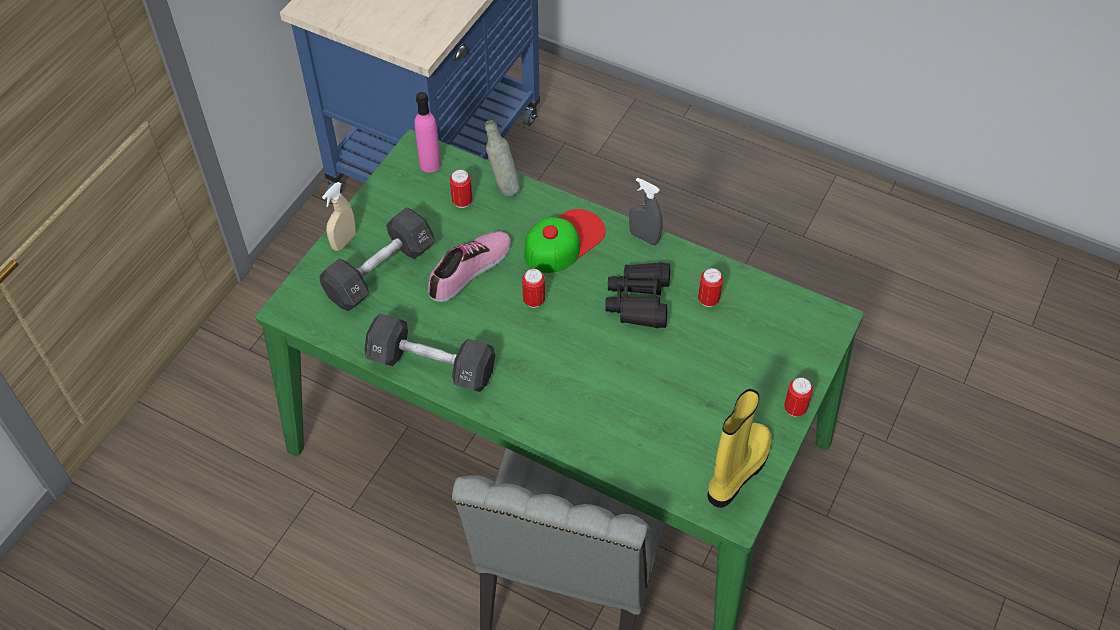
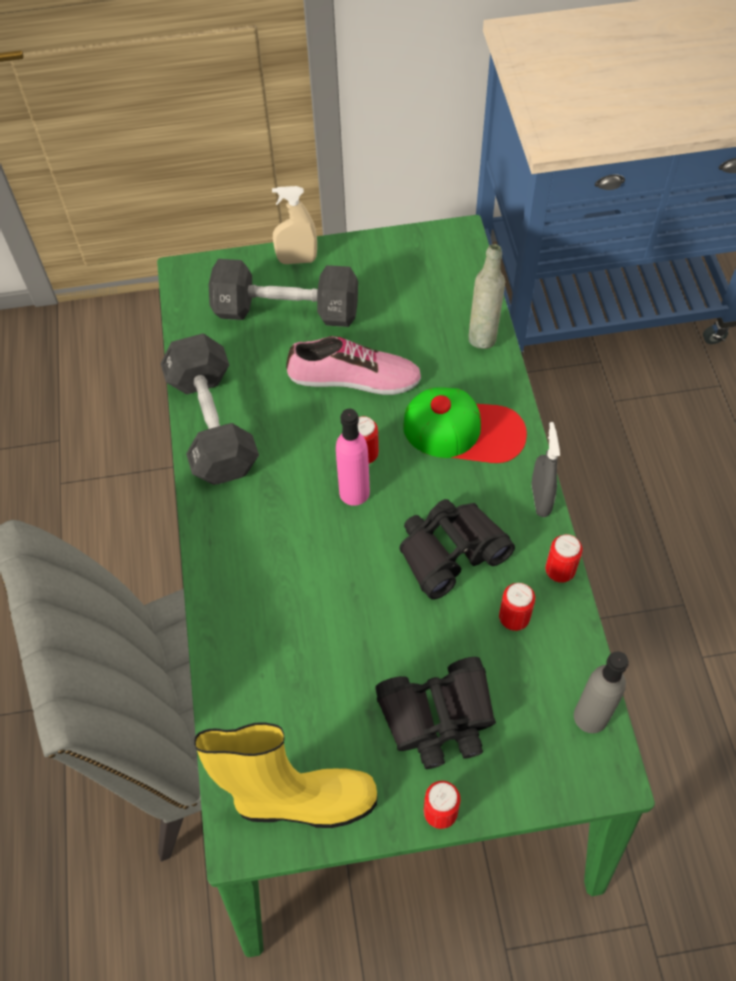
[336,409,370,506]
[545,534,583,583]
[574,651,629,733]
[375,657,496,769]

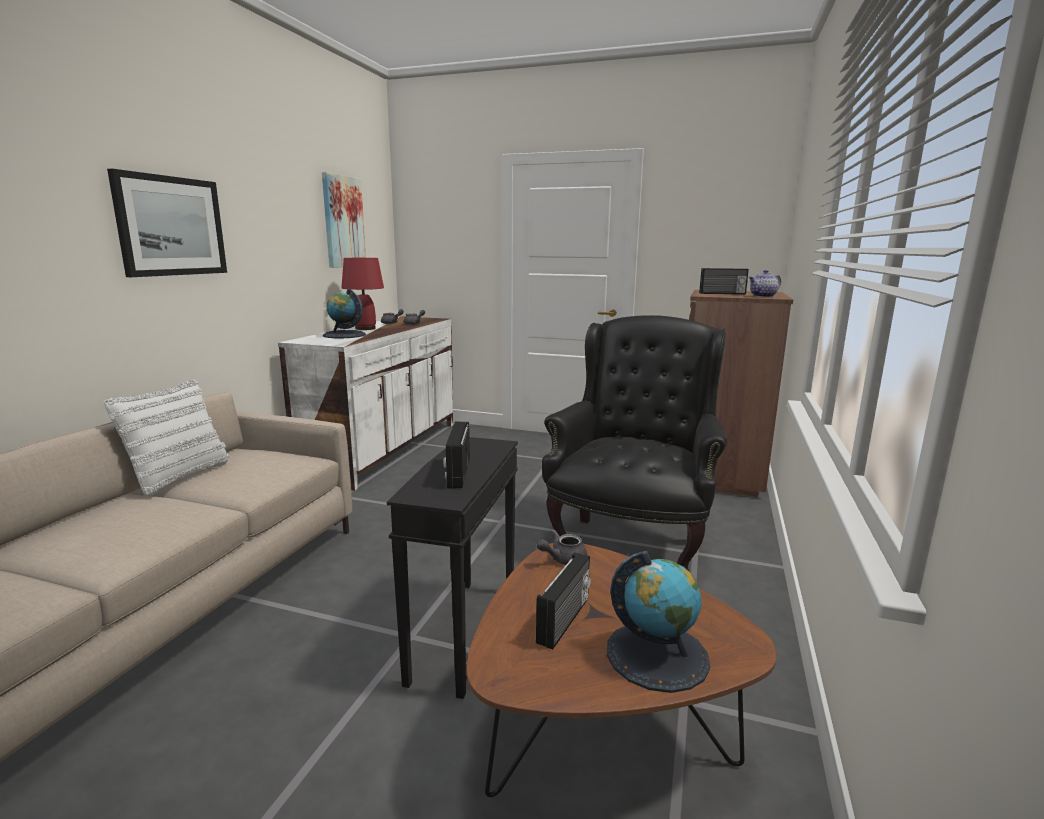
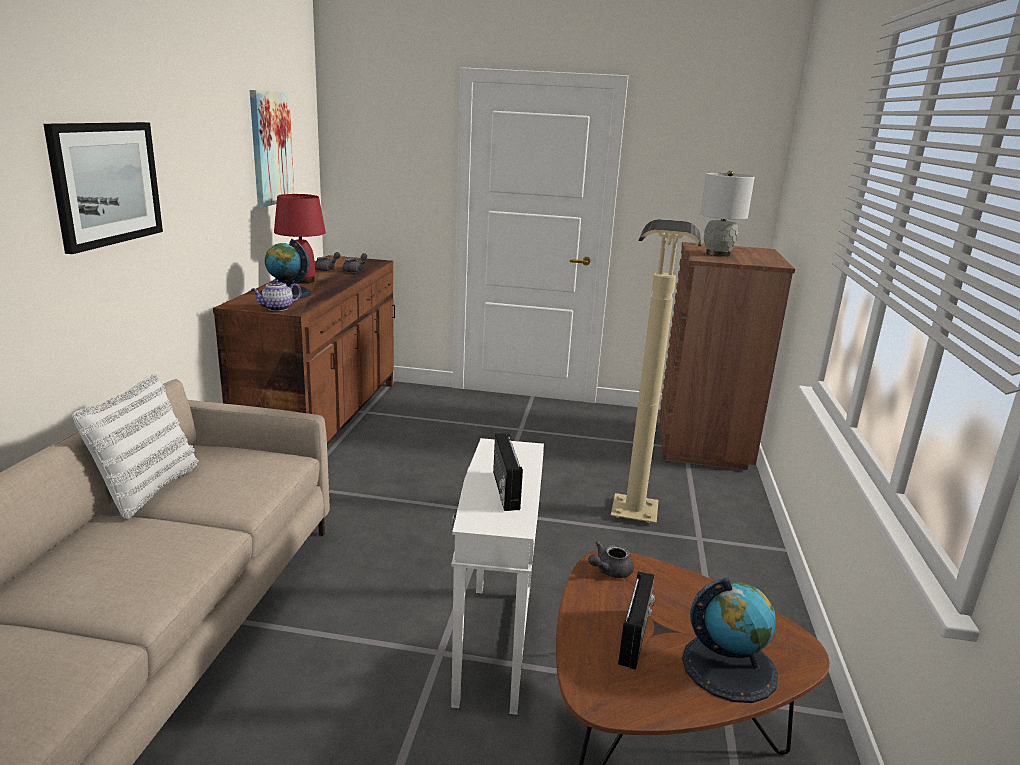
[700,171,755,257]
[251,279,301,311]
[611,219,701,523]
[213,255,395,445]
[451,438,544,715]

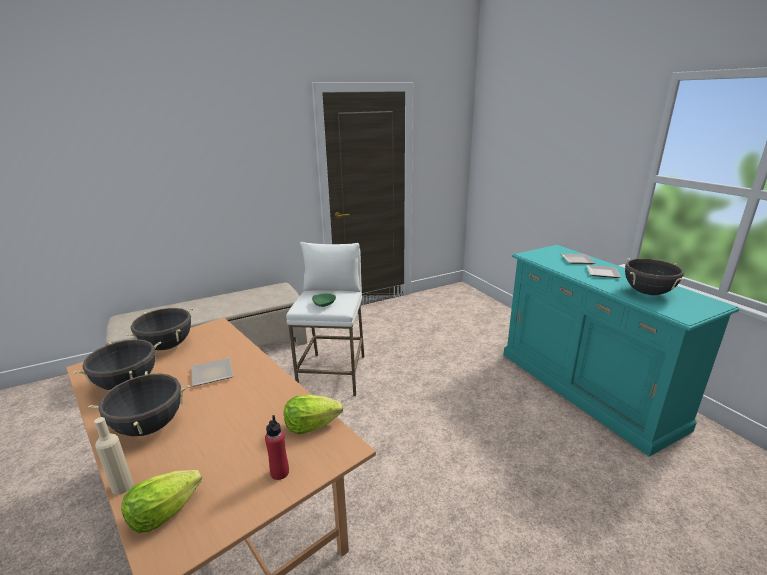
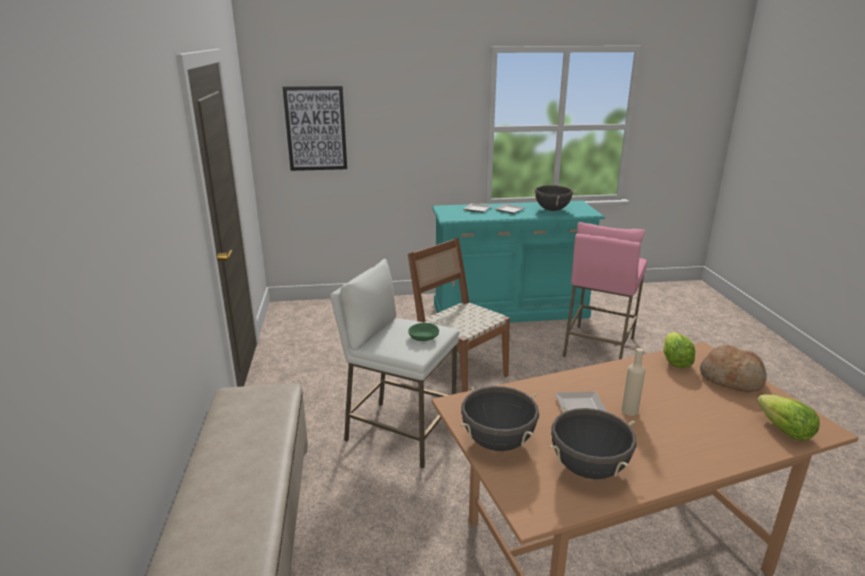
[89,371,190,436] (first image)
[700,345,767,392]
[622,348,645,416]
[283,86,347,171]
[563,222,647,360]
[408,237,510,392]

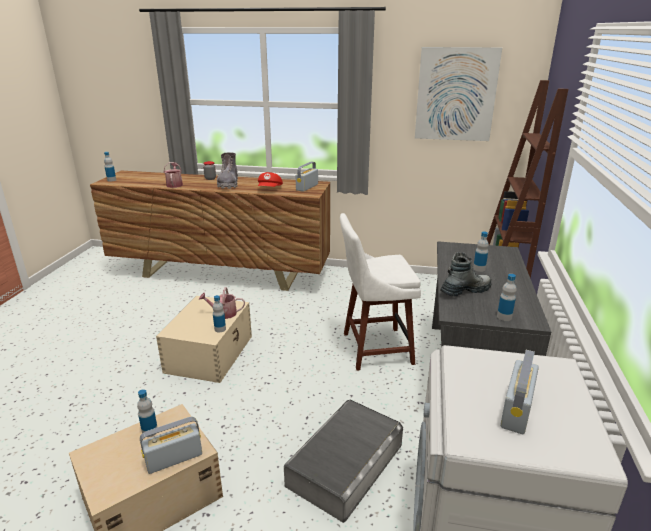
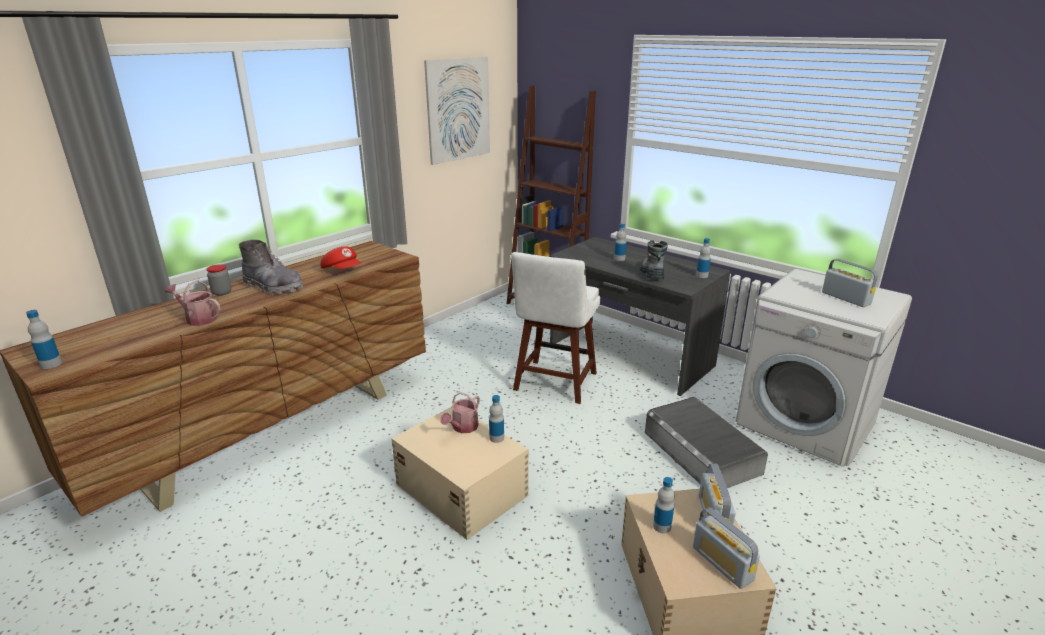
[693,507,760,589]

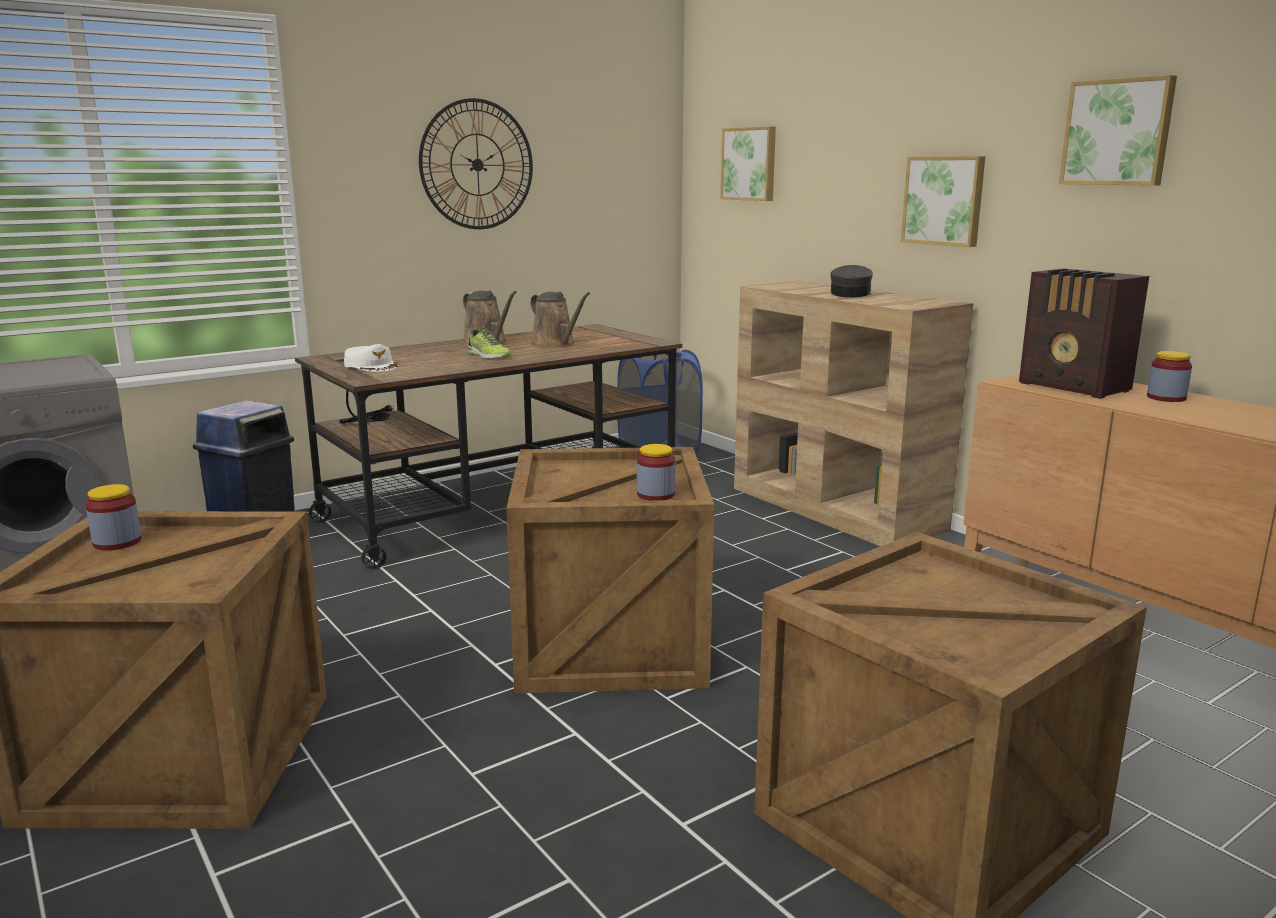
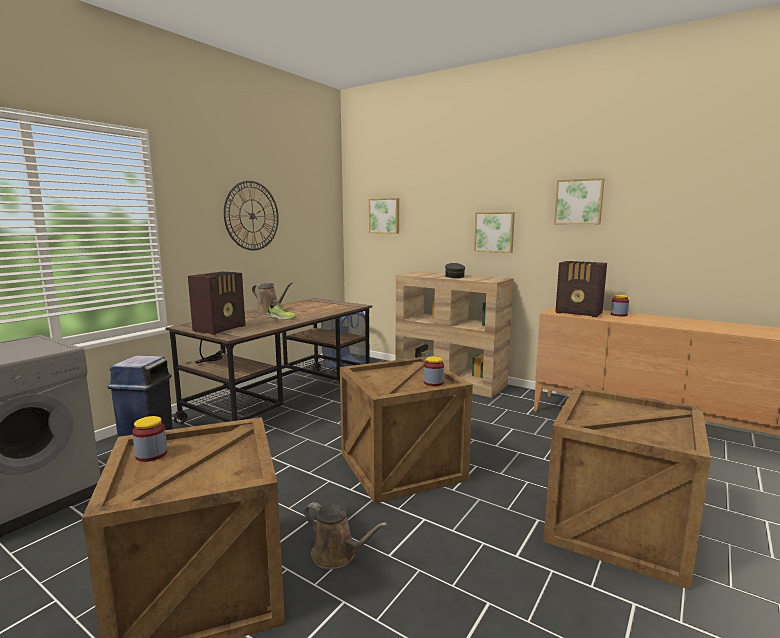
[304,502,388,569]
[188,272,245,335]

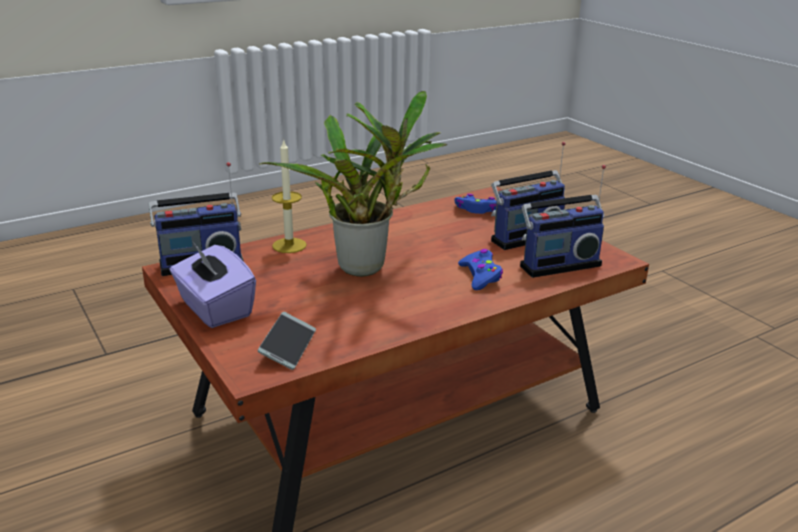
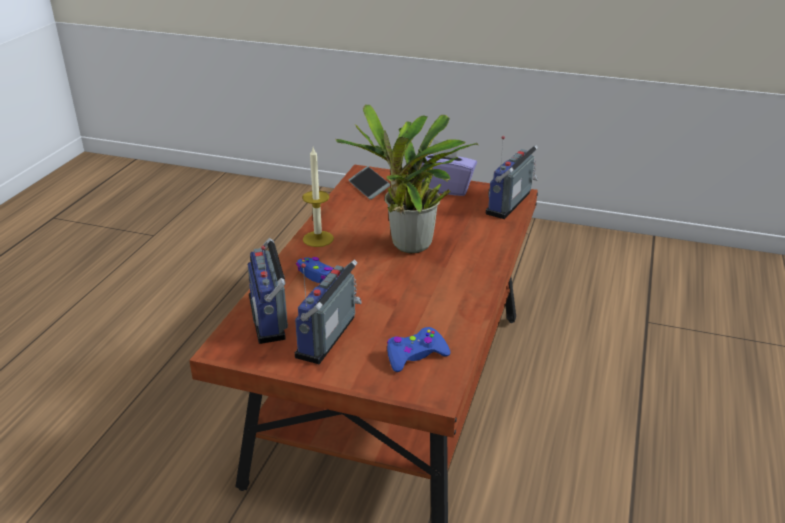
[302,148,334,247]
[248,238,288,344]

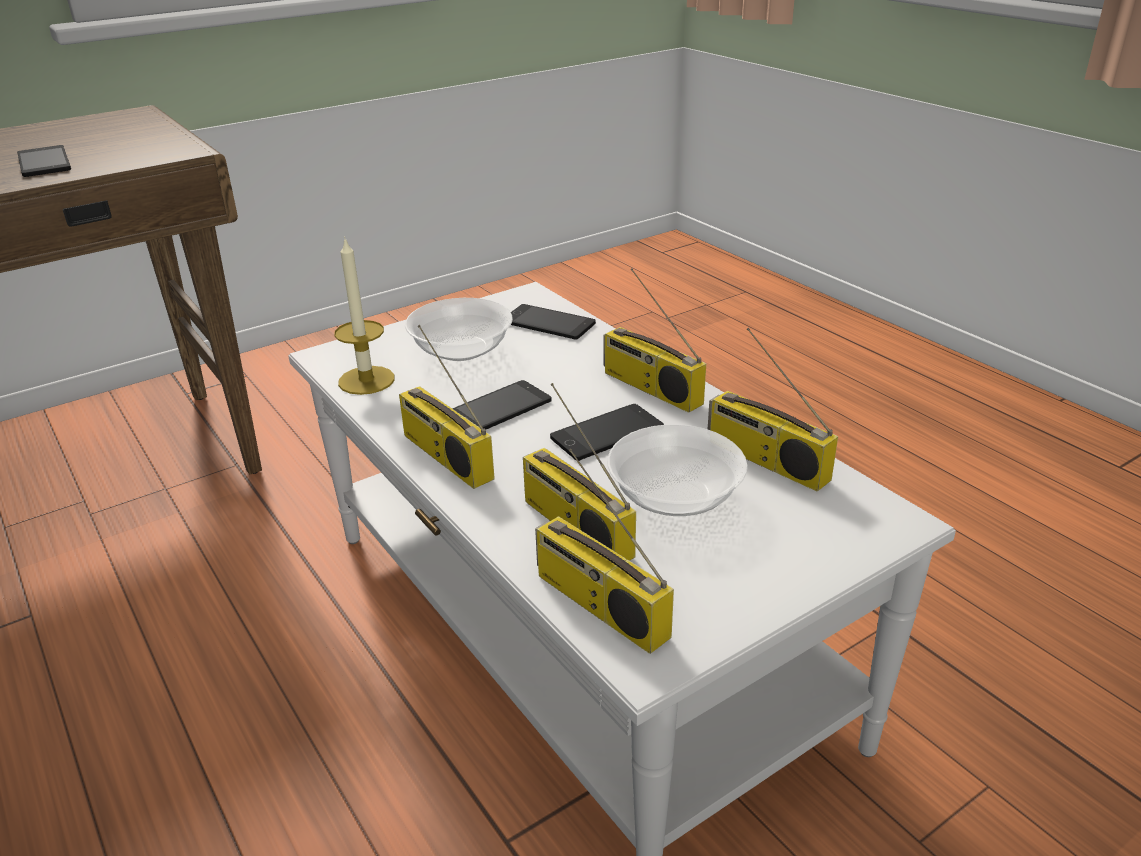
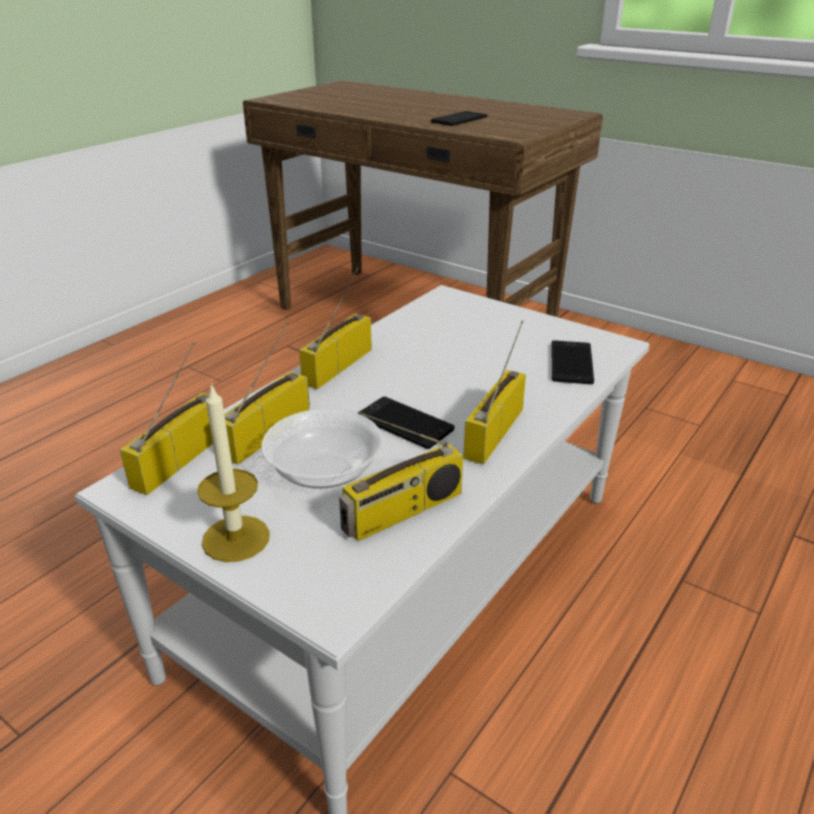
[197,383,270,562]
[405,298,513,361] (first image)
[339,412,463,541]
[452,380,552,429] (first image)

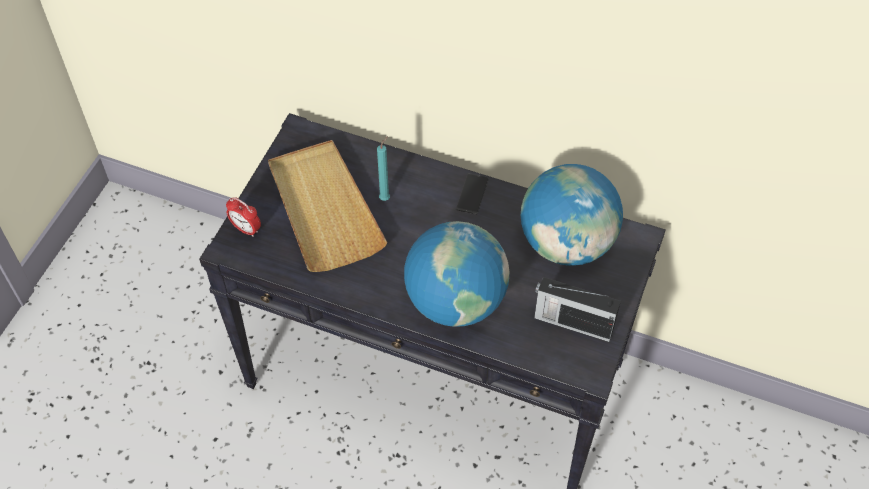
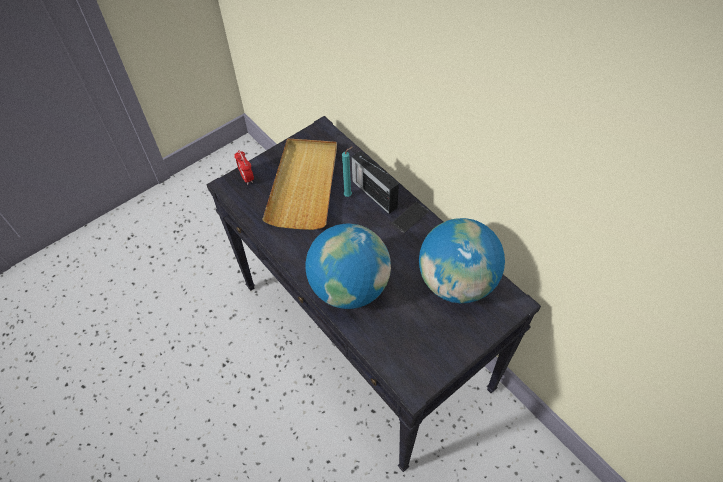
[351,151,399,214]

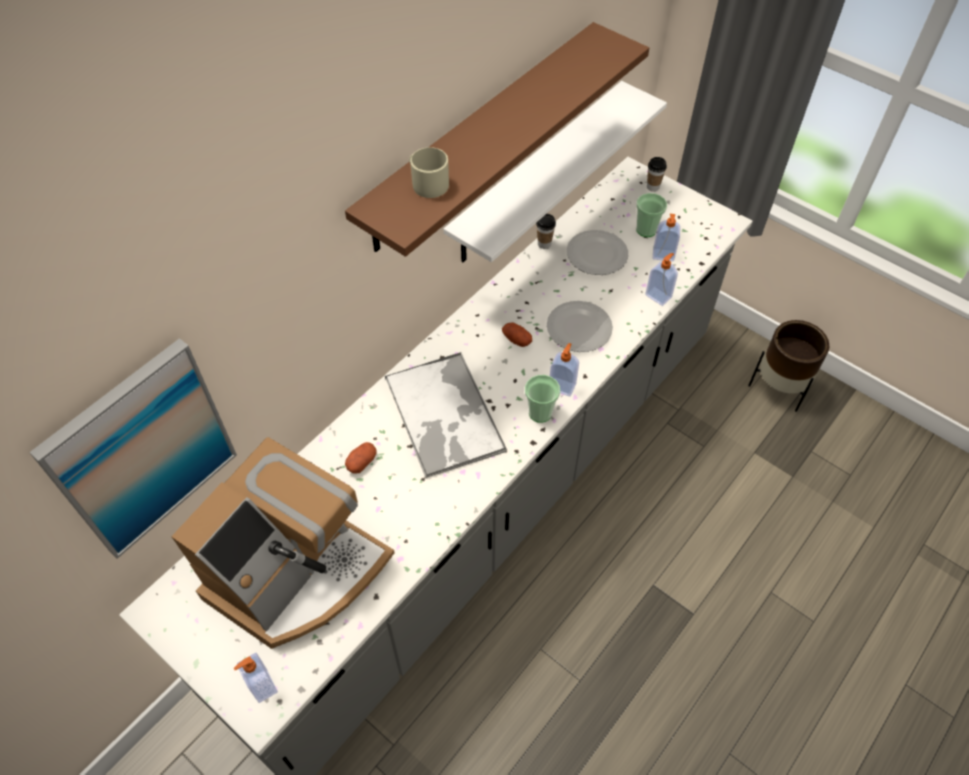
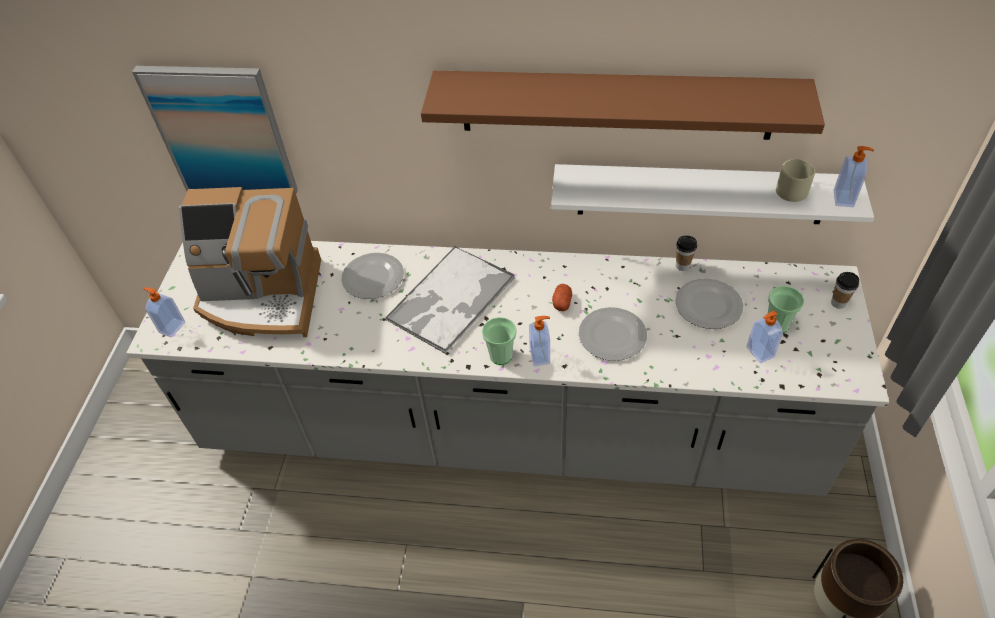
[776,159,815,202]
[834,146,874,207]
[341,253,404,299]

